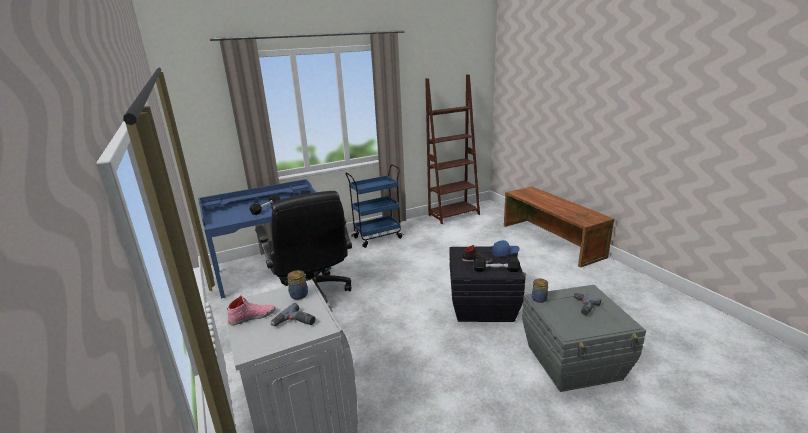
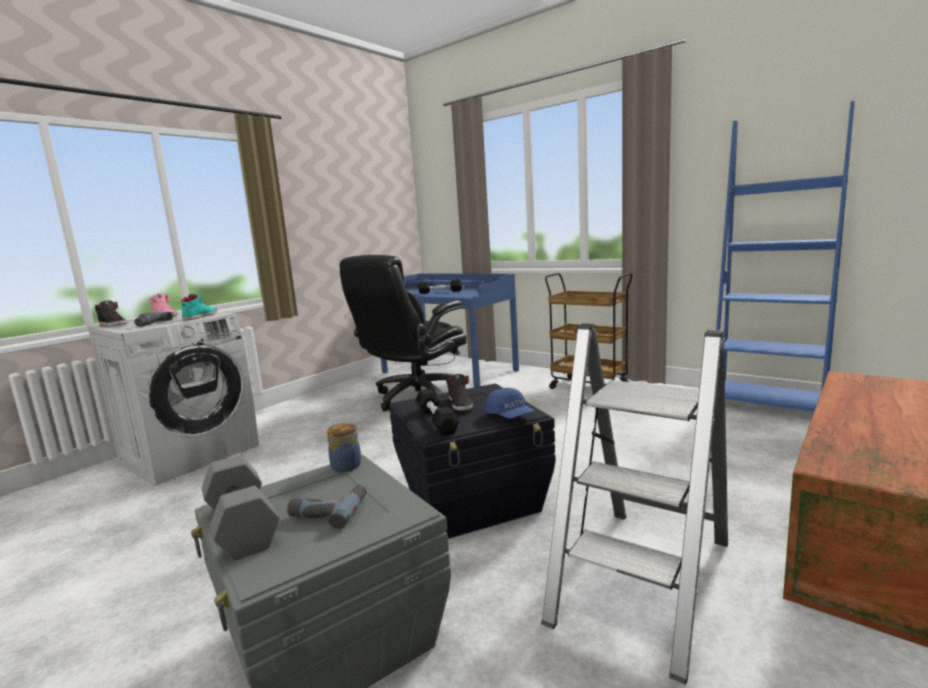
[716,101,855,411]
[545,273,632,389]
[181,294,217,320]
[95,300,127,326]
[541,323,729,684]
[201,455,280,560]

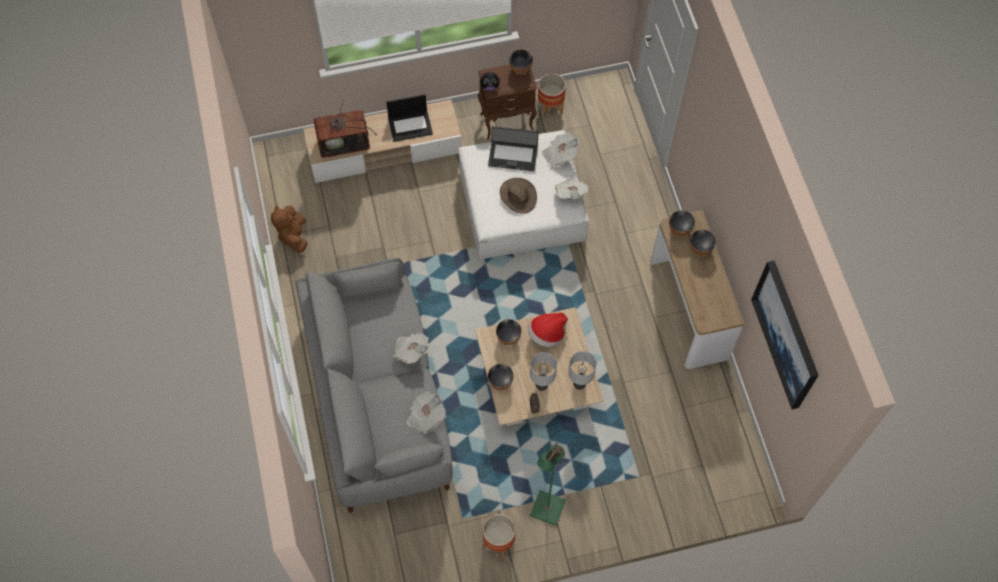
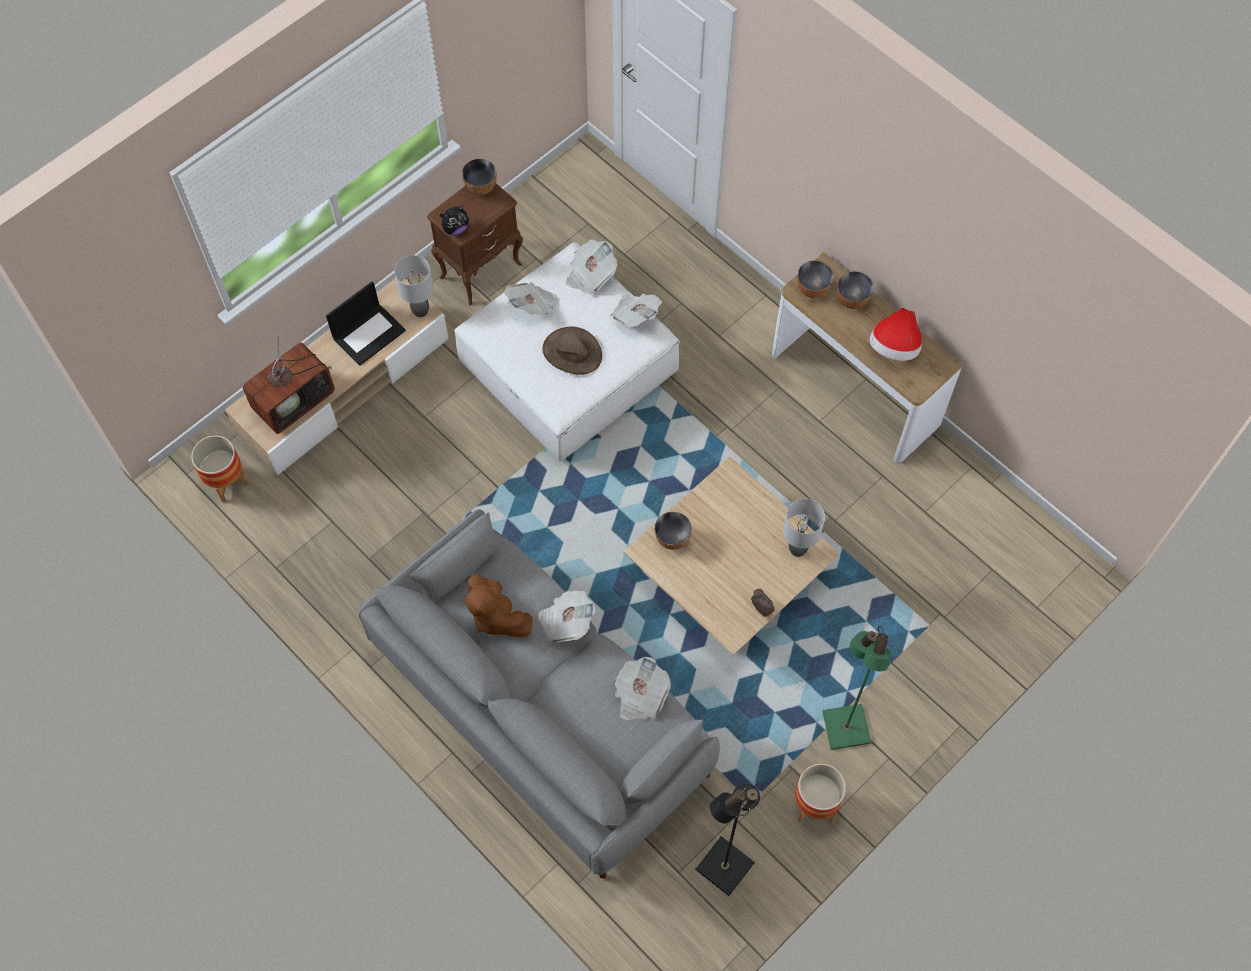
[191,435,249,502]
[504,282,557,315]
[465,574,533,637]
[751,261,819,409] (first image)
[870,308,922,361]
[394,255,434,317]
[488,364,514,390] (first image)
[695,784,760,896]

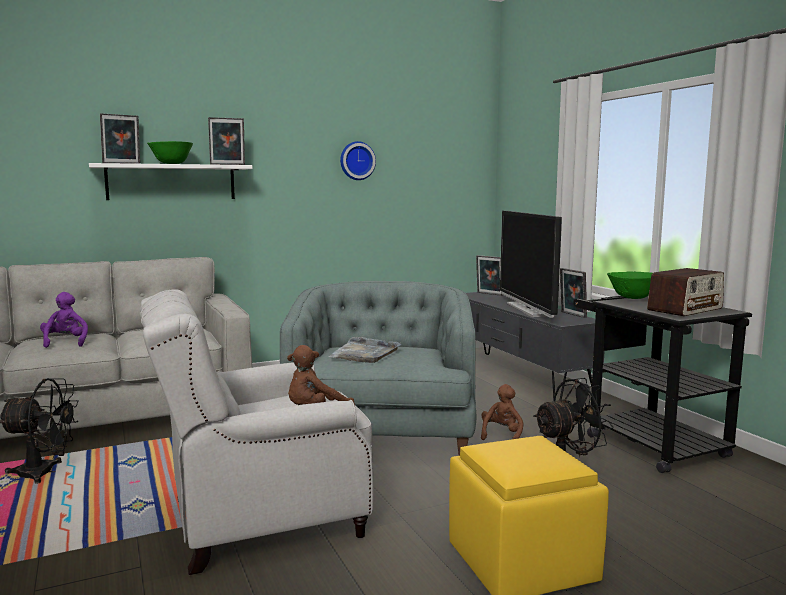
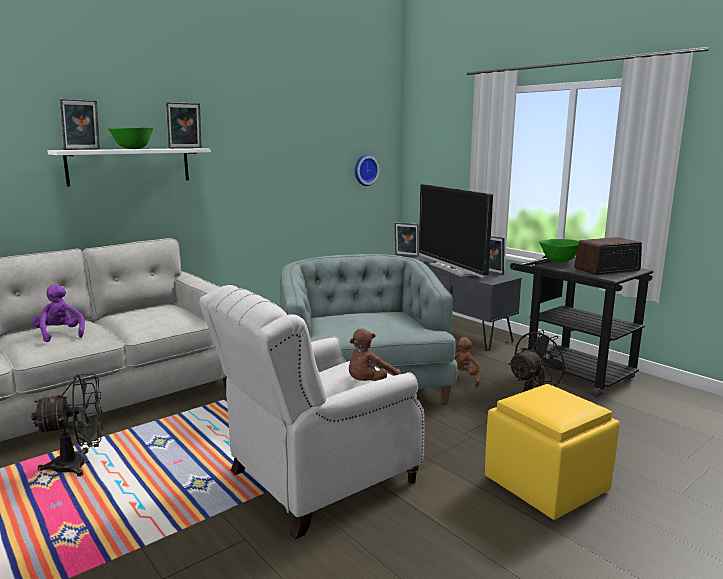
[355,154,380,186]
[574,237,642,275]
[328,337,402,363] (first image)

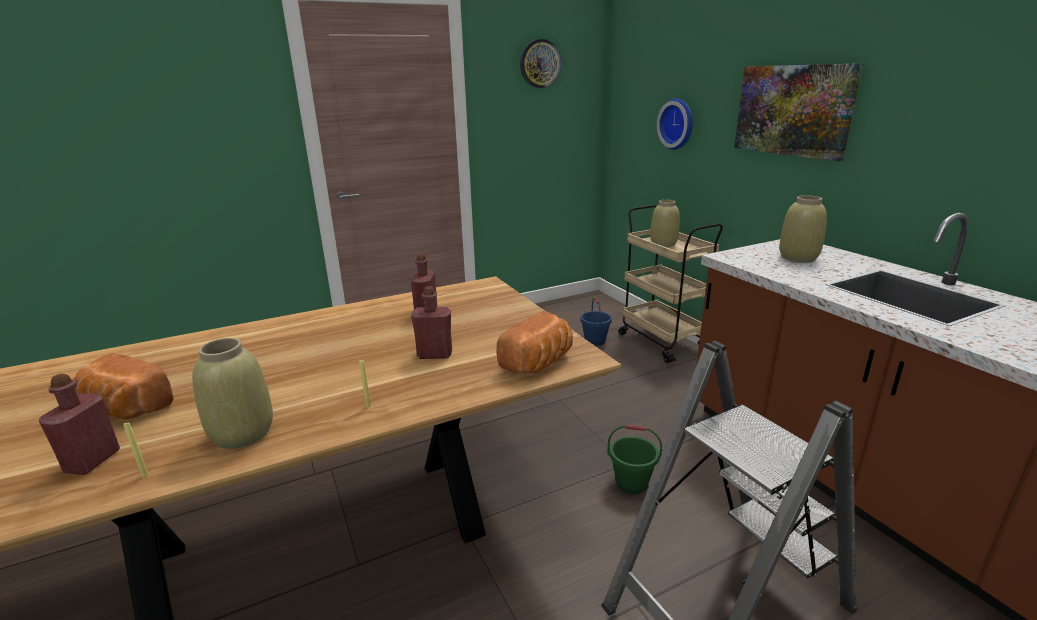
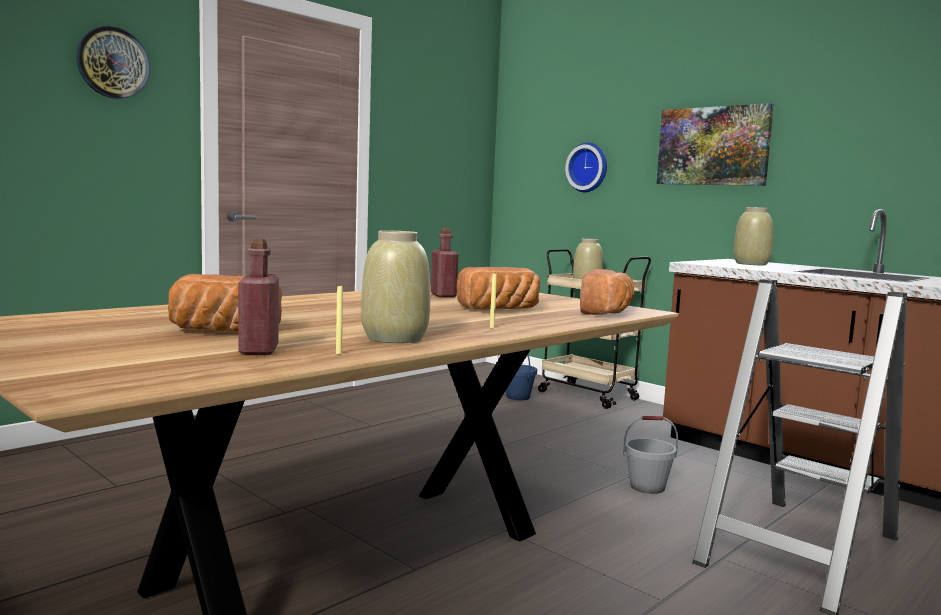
[76,26,150,99]
[457,267,540,310]
[623,416,678,494]

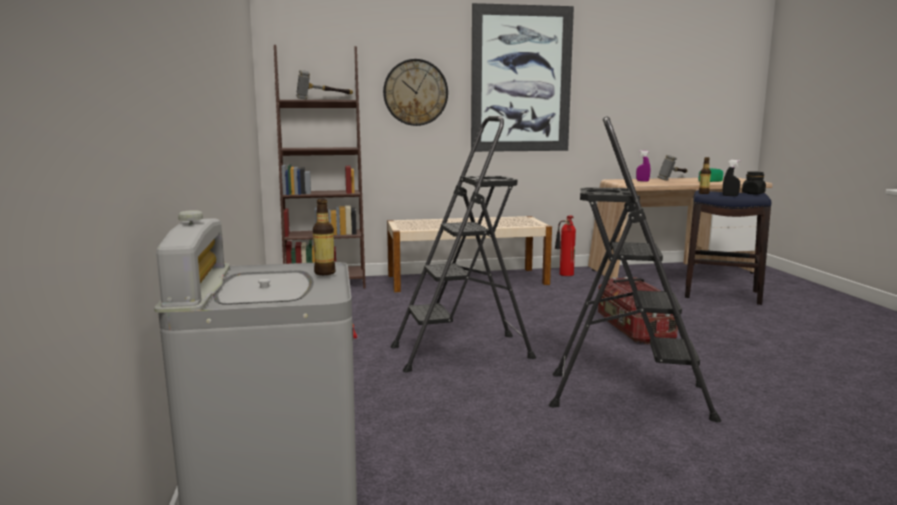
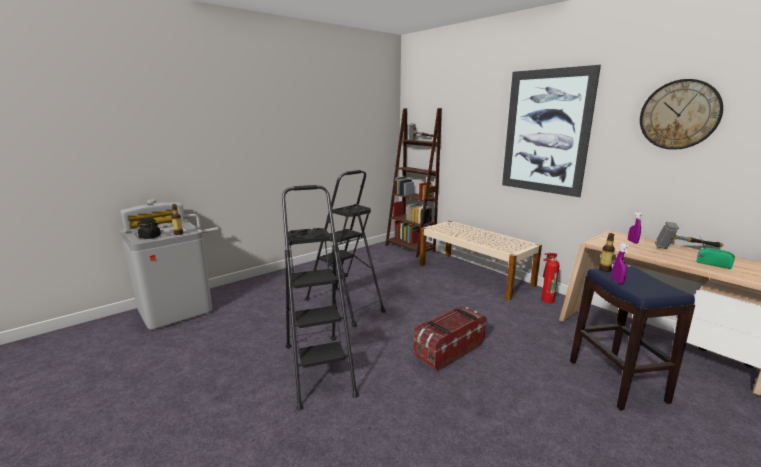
[640,79,723,150]
[612,243,629,284]
[138,218,161,239]

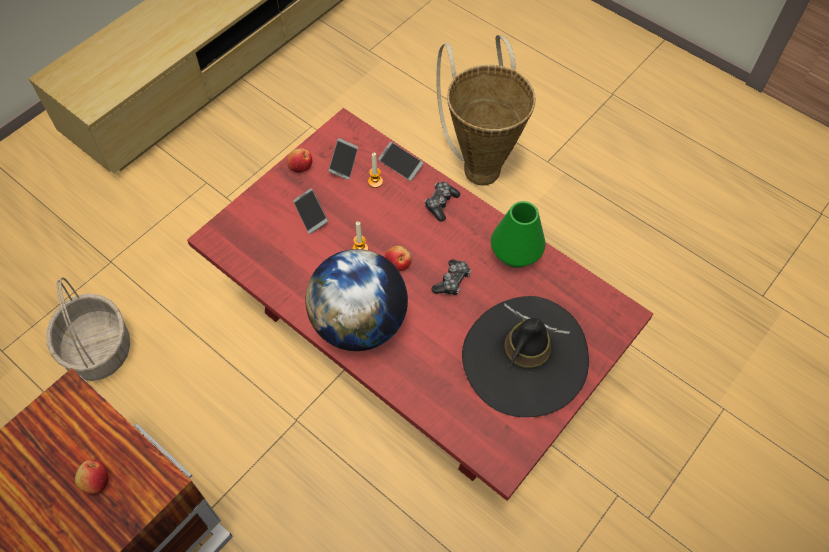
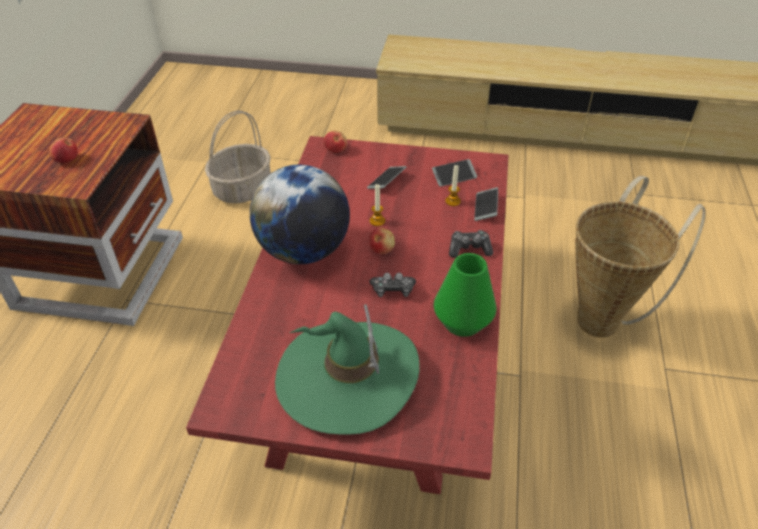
[324,131,347,153]
[275,304,420,435]

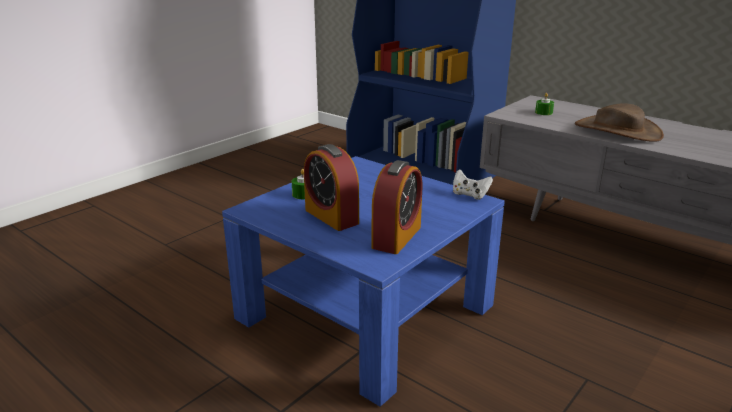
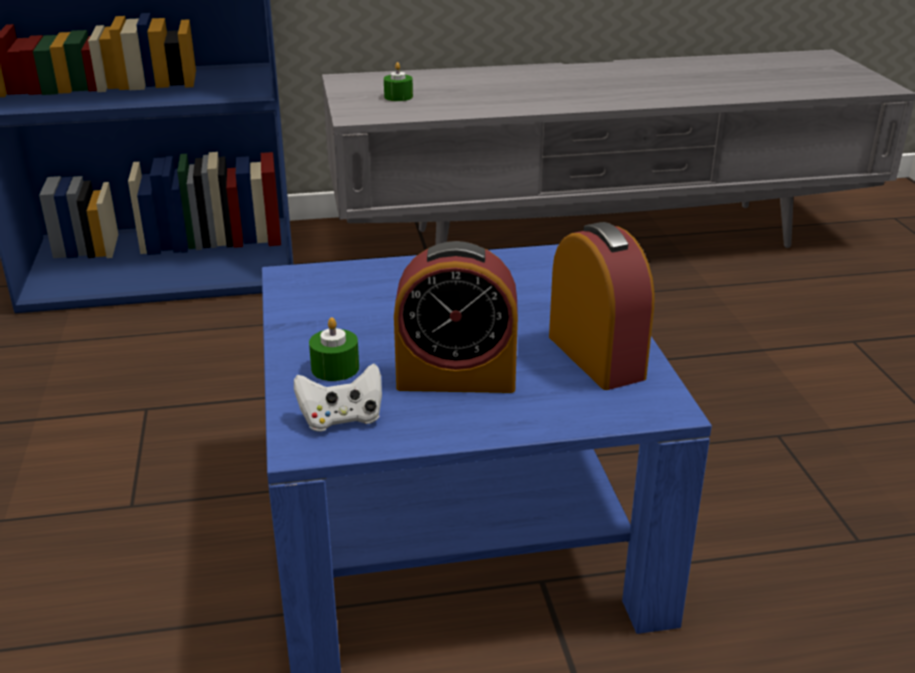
[575,103,664,142] (first image)
[294,364,382,432]

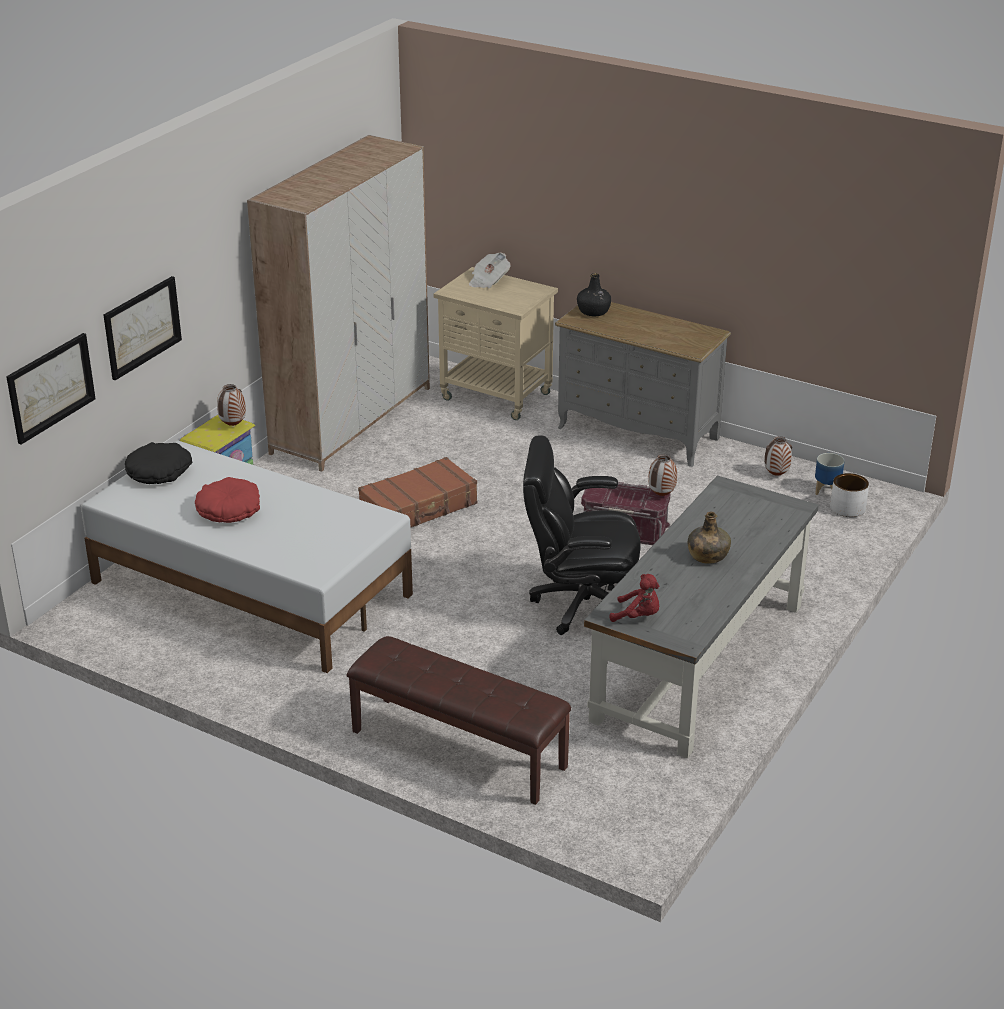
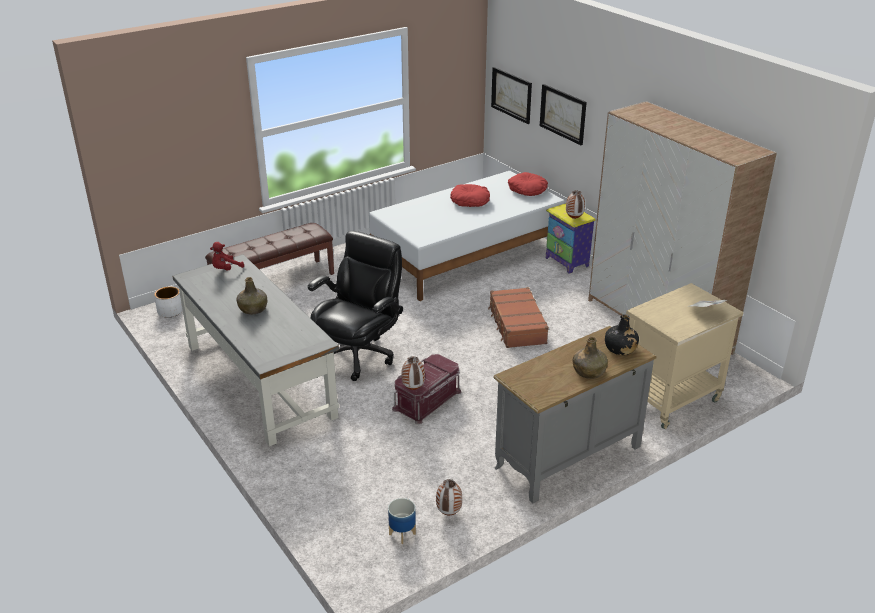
[508,172,548,196]
[154,286,183,318]
[573,337,608,379]

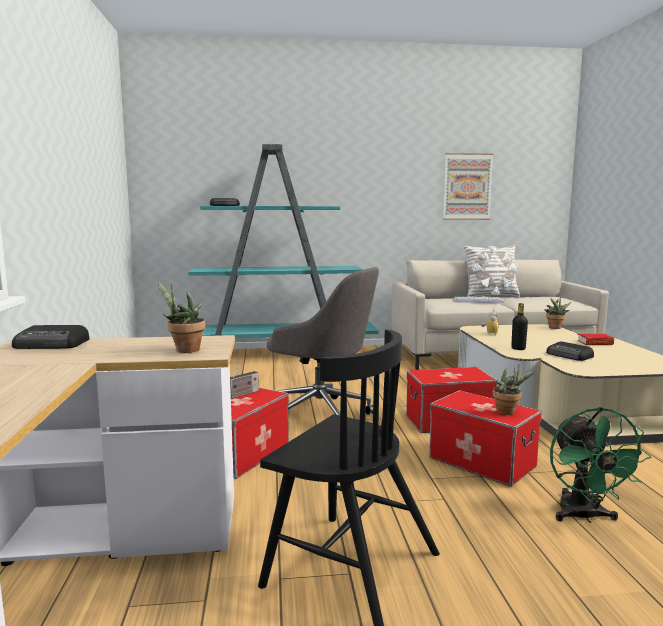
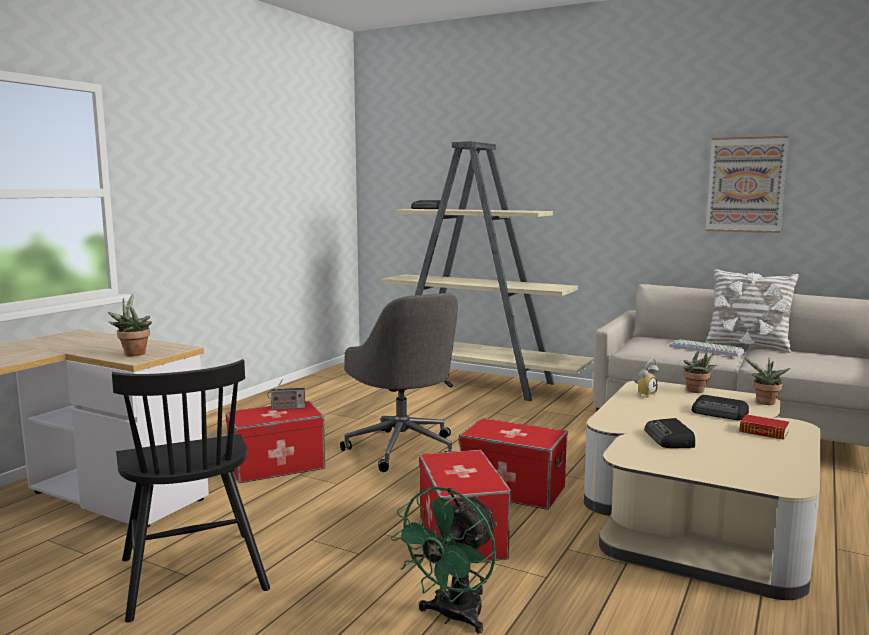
[381,141,594,401]
[511,303,528,350] (first image)
[692,395,749,420]
[684,348,716,393]

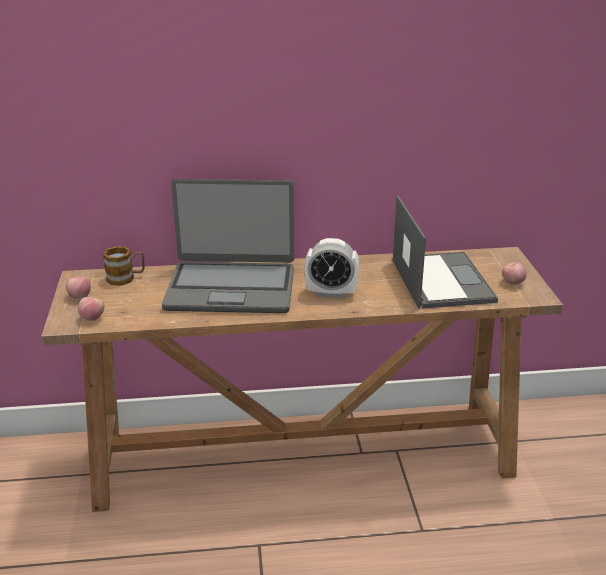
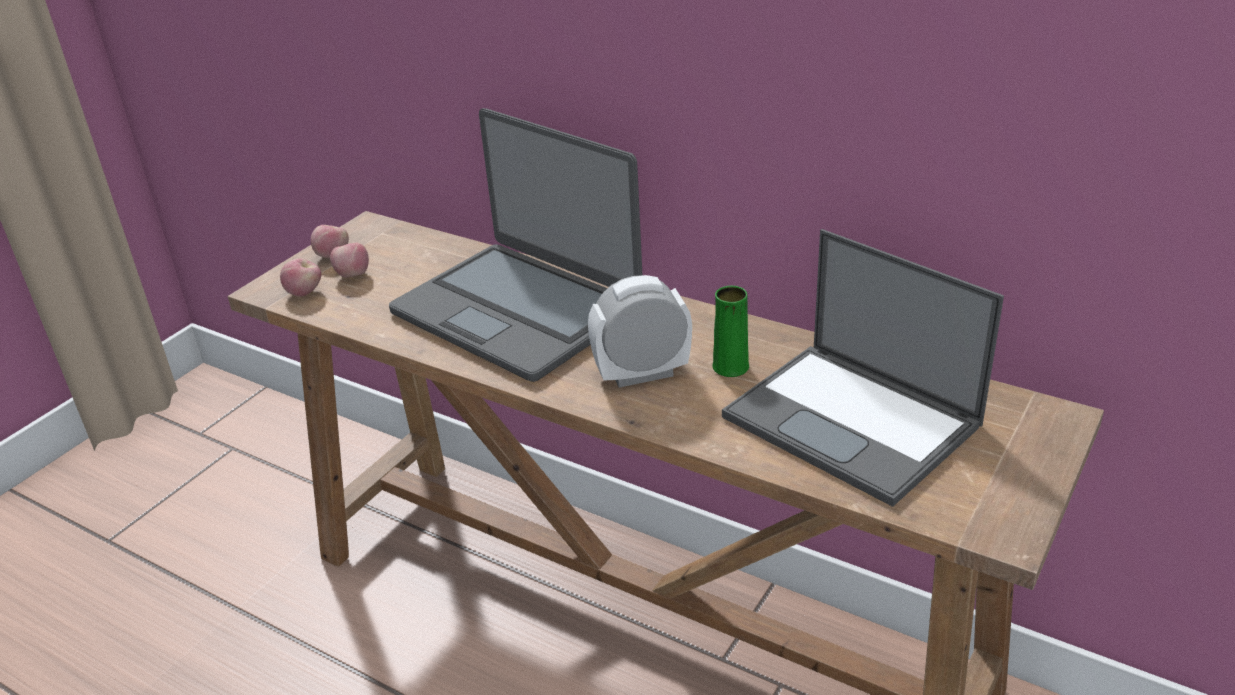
[722,229,1004,507]
[588,275,692,388]
[103,246,145,286] (first image)
[330,243,369,278]
[712,286,749,377]

